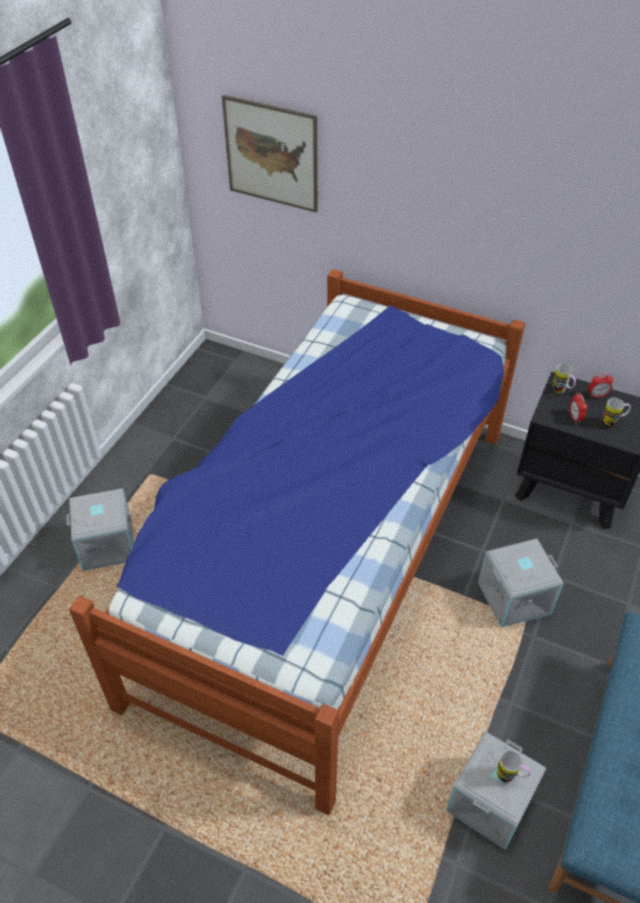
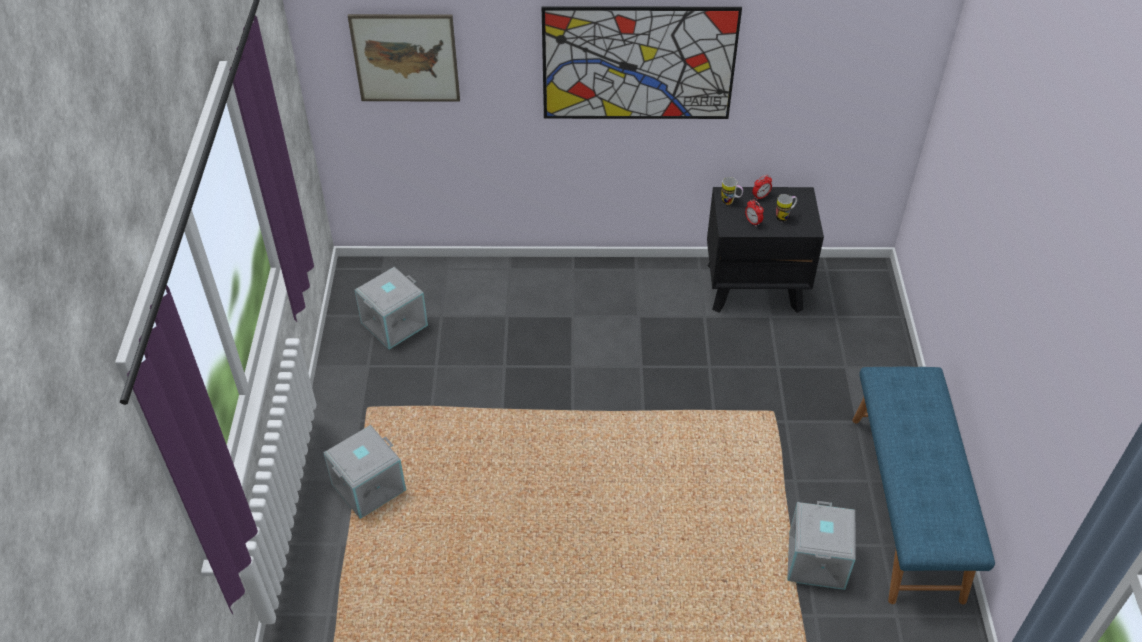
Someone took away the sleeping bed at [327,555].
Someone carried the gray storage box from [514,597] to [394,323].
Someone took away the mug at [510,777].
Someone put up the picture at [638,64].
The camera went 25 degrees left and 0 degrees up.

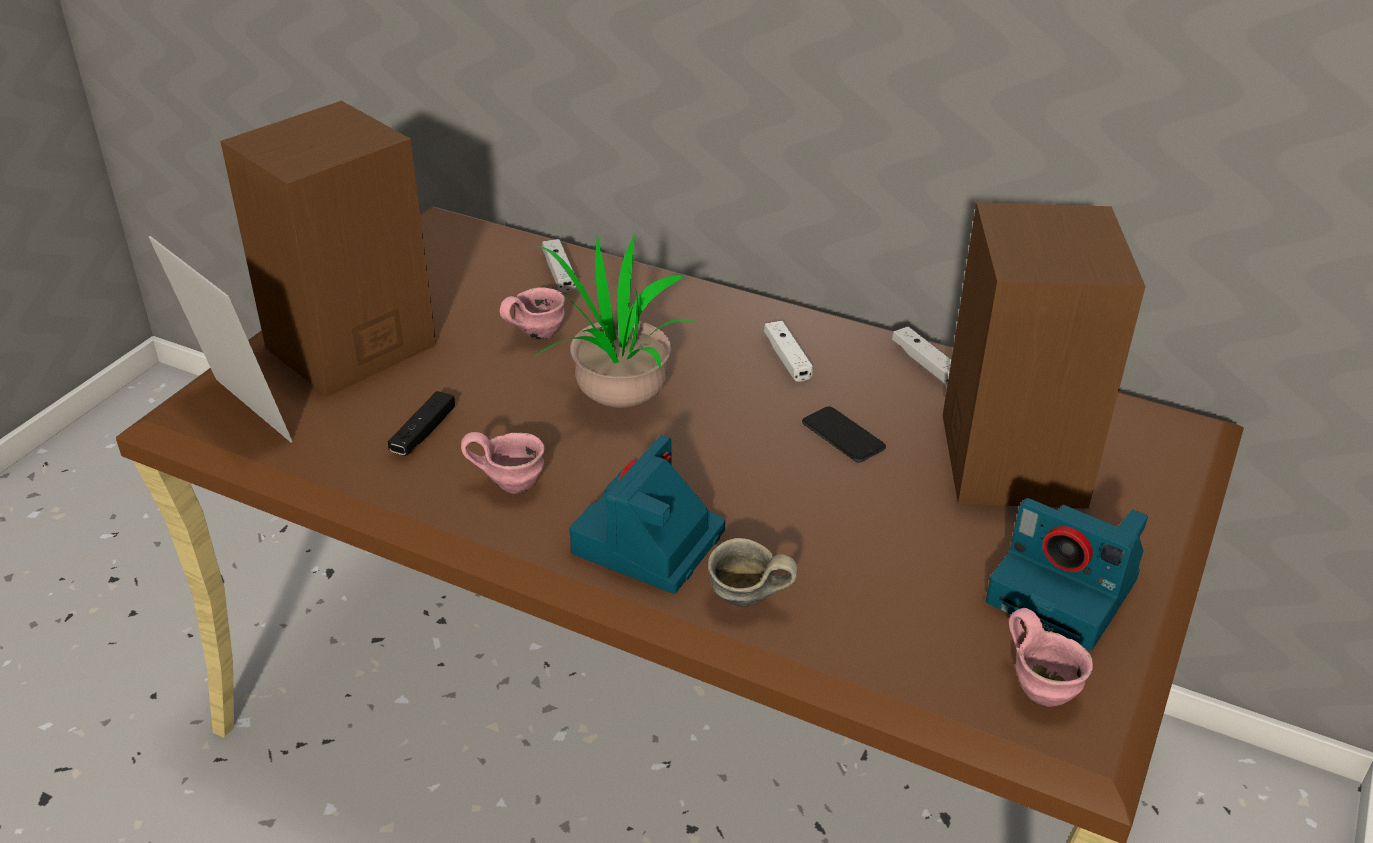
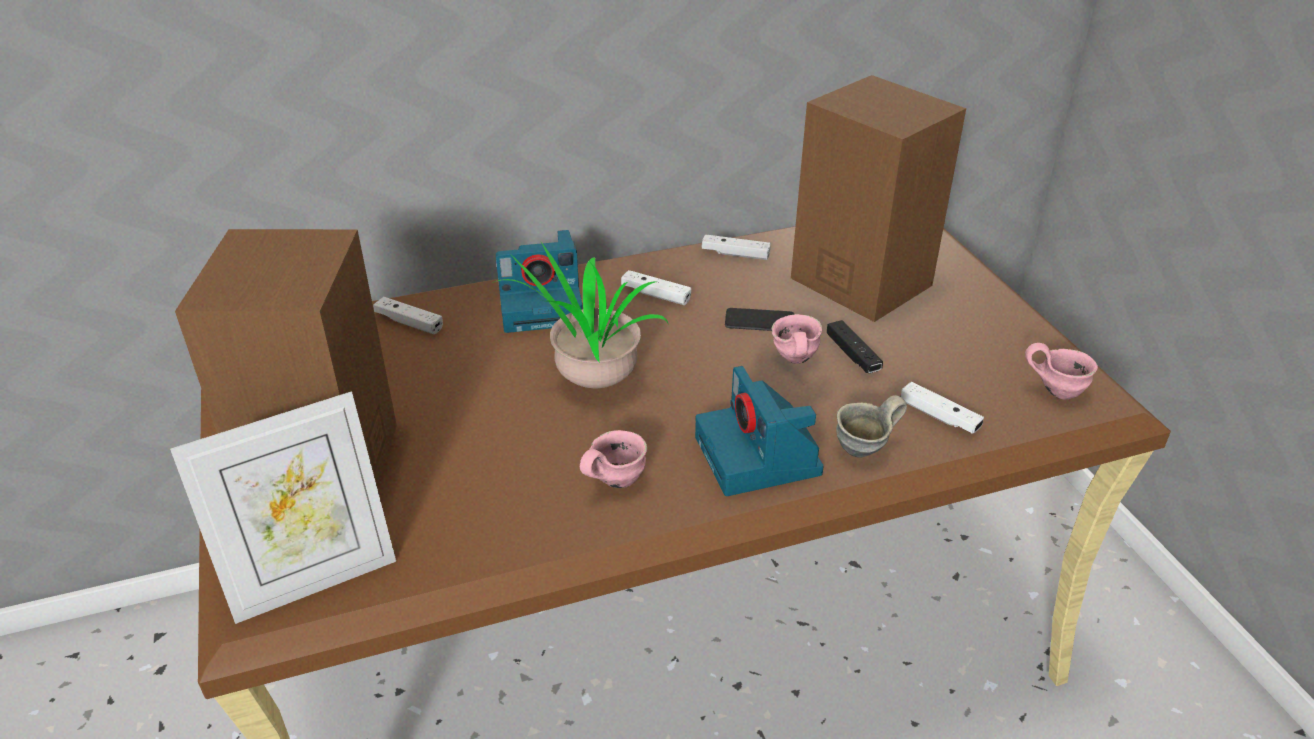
Someone rotated the photo frame at [239,416] by 150 degrees clockwise.
Someone carried the black-coloured game controller from [423,433] to [852,355].
Someone carried the pink-coloured mug from [534,334] to [792,361].
Someone carried the photo camera from [1066,591] to [542,304].
Someone put down the whitish game controller at [939,416].
The camera went 45 degrees left and 0 degrees up.

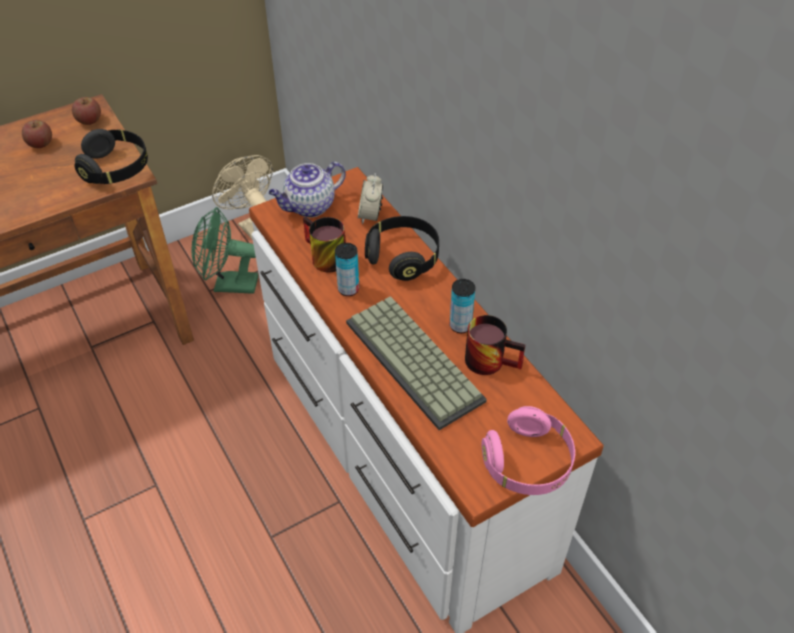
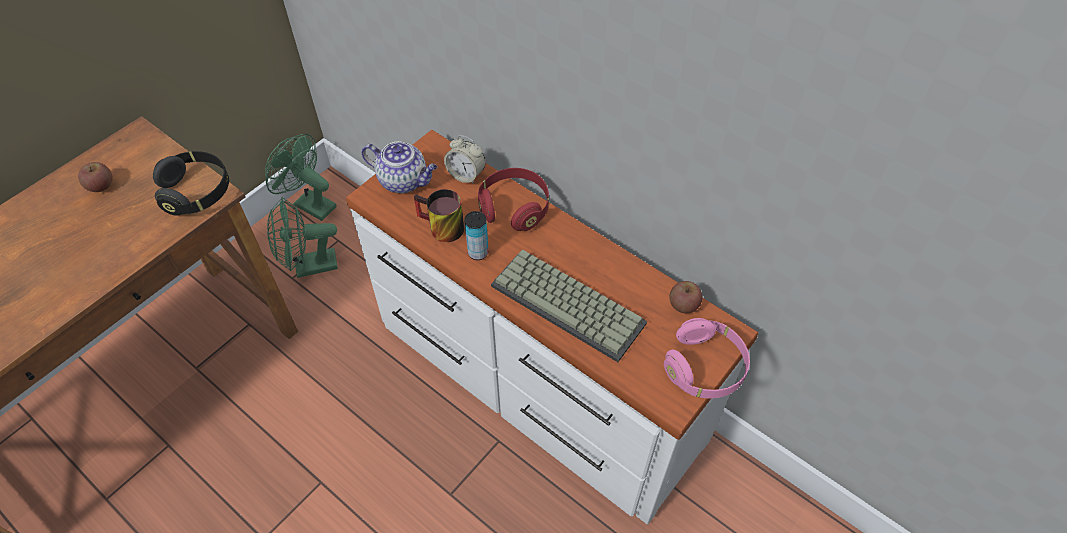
Someone carried the whole apple from [89,120] to [683,304].
Someone repainted the sand-coloured electric fan at [253,228], which became the green-coloured electric fan at [309,204].
Someone rotated the pot for tea at [309,207] by 105 degrees counterclockwise.
Someone rotated the bedside clock at [370,215] by 45 degrees counterclockwise.
Someone repainted the black-coloured headphones at [403,257], which became the reddish headphones at [514,208].
Someone took away the can at [460,325].
Someone took away the mug at [491,359].
The camera went 20 degrees left and 5 degrees up.

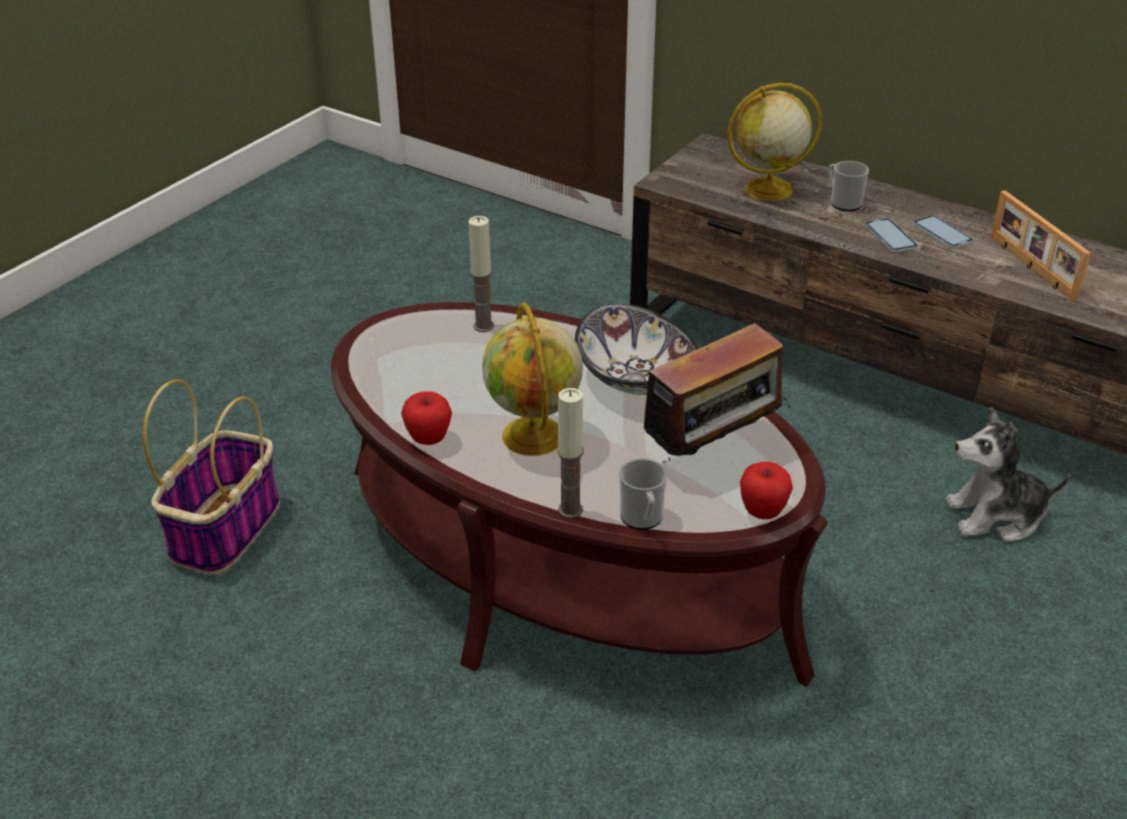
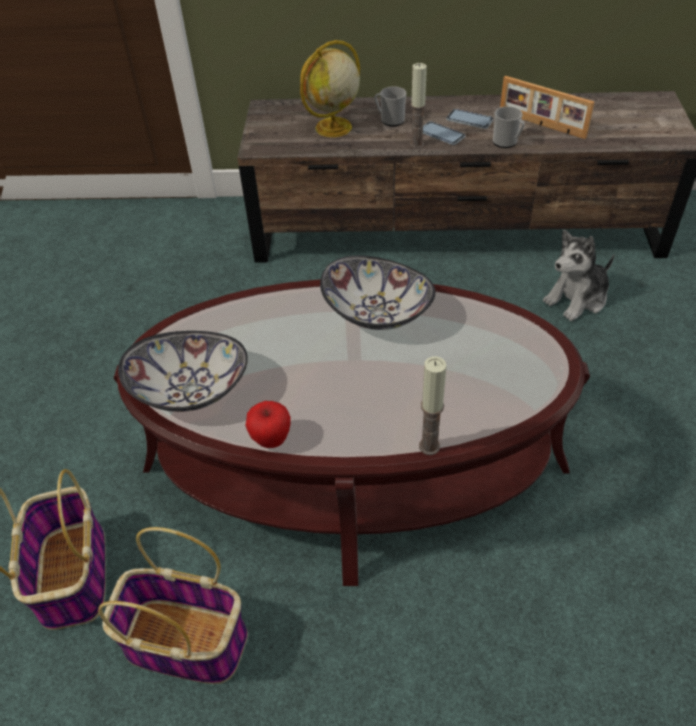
Someone carried the wax light from [483,326] to [417,144].
Someone took away the world globe at [534,437].
Someone carried the mug from [642,519] to [507,142].
Someone took away the radio at [713,451].
Someone took away the whole apple at [763,512].
Someone put down the basket at [183,642].
Someone put down the serving bowl at [190,391].
The camera went 30 degrees left and 10 degrees up.

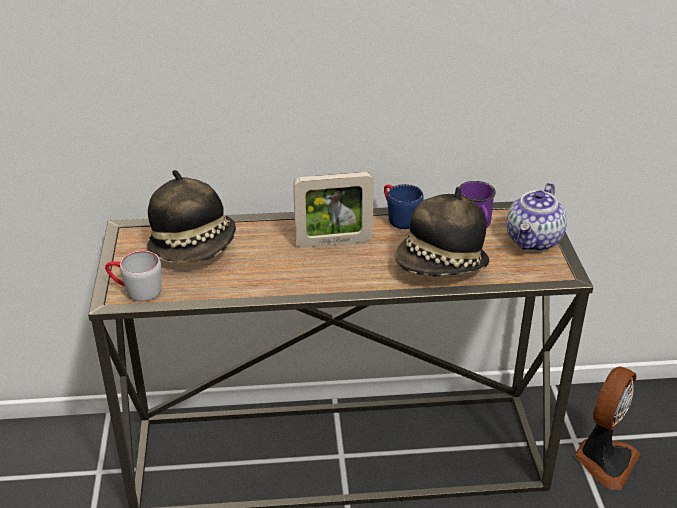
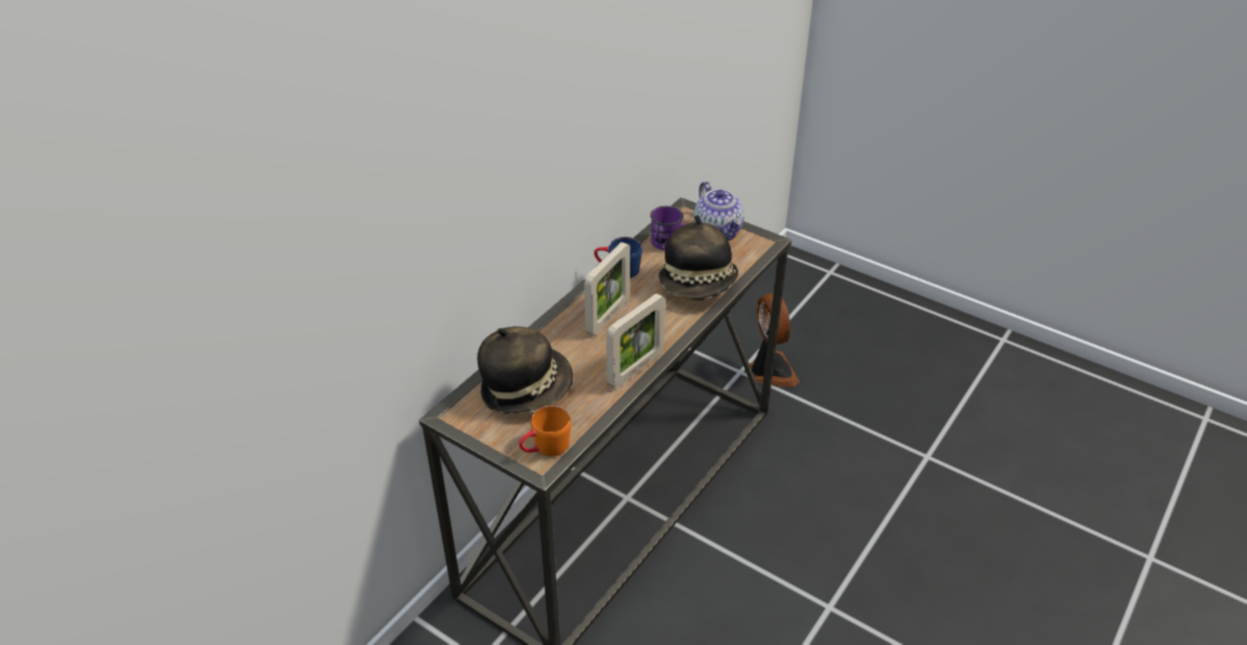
Someone repainted the gray mug at [135,290], which became the orangey mug at [545,448].
Someone put down the photo frame at [635,369].
The camera went 50 degrees left and 5 degrees up.

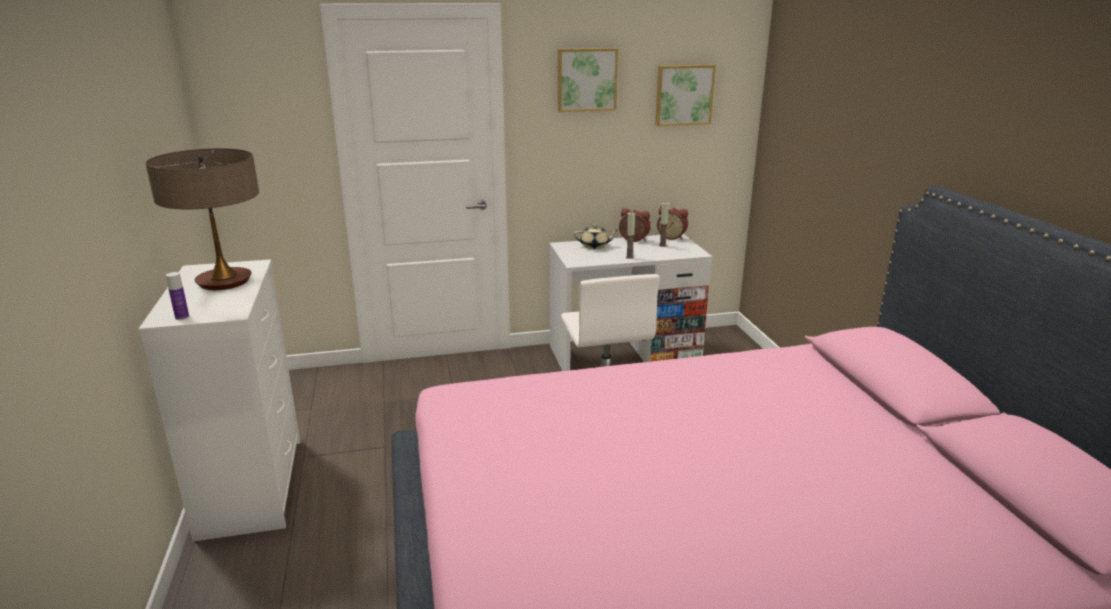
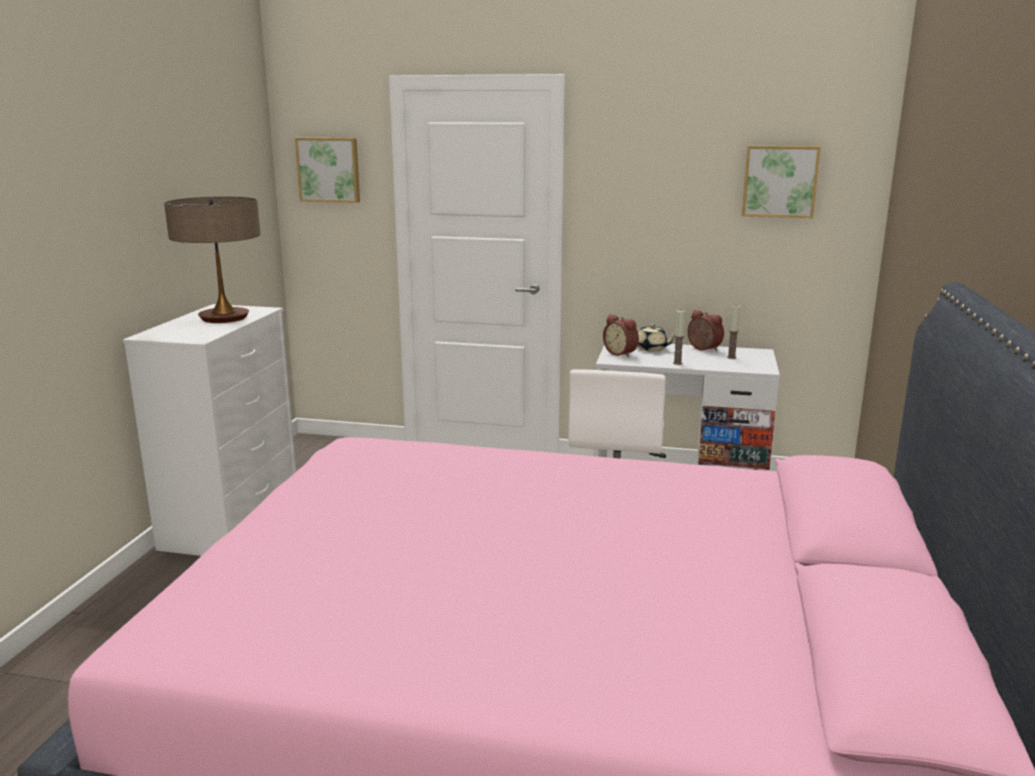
Someone took away the bottle at [182,317].
Someone carried the picture from [586,79] to [329,169].
Someone carried the bedside clock from [672,237] to [621,353].
The camera went 25 degrees right and 5 degrees down.

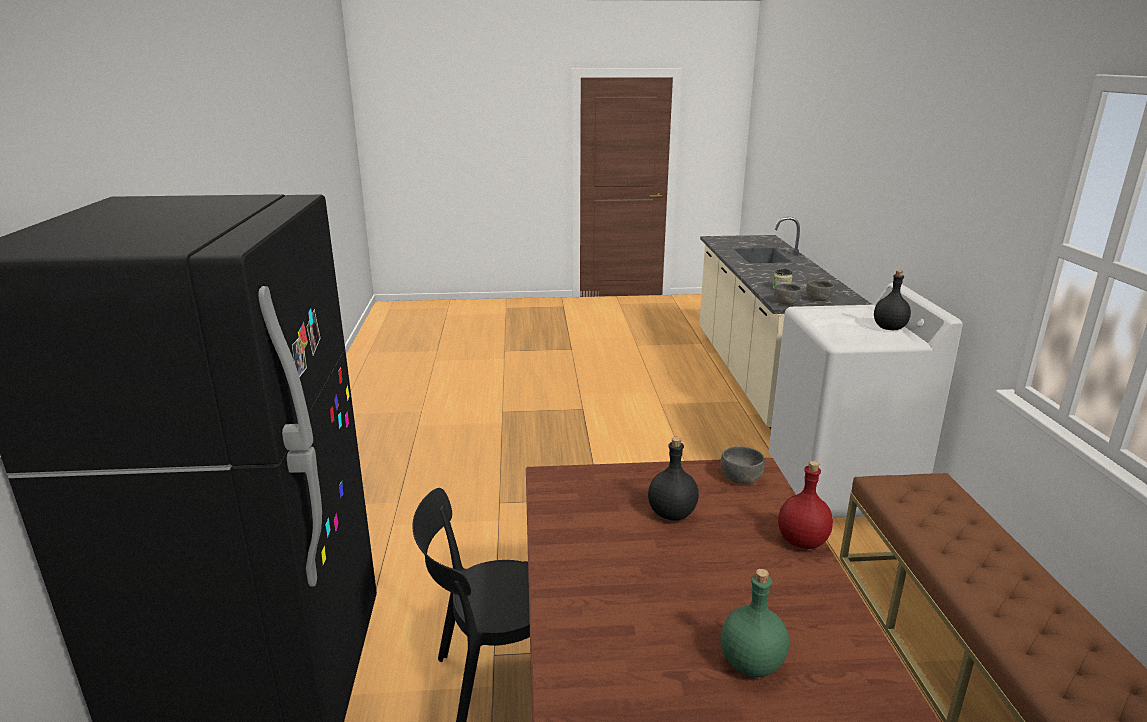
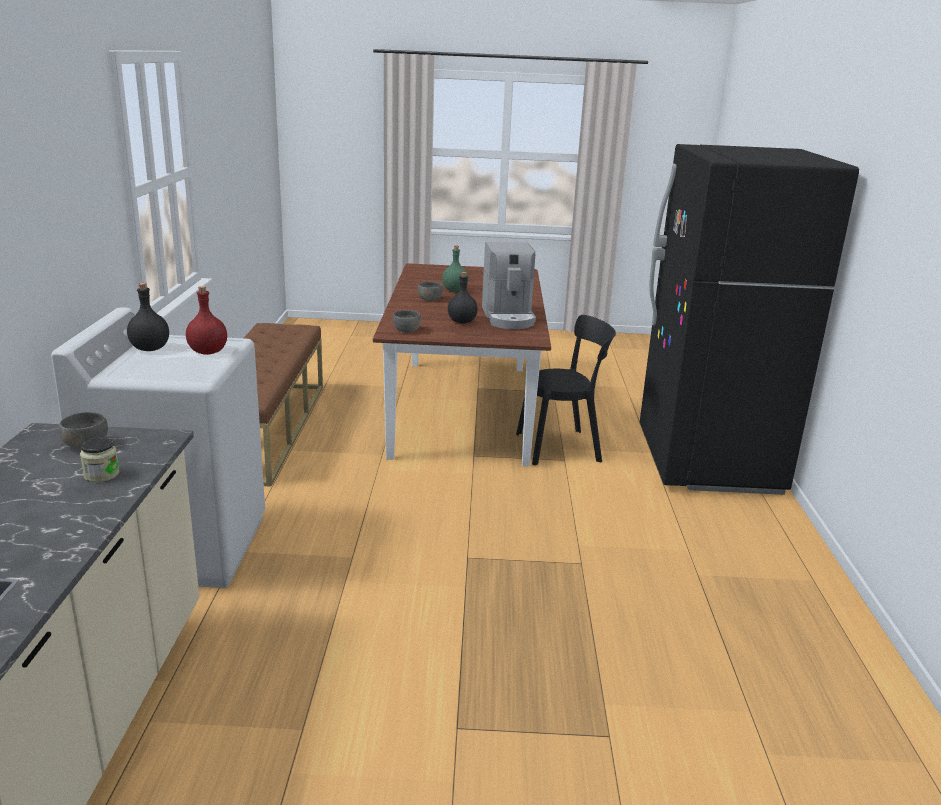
Someone carried the gray serving bowl from [786,302] to [430,299].
Someone carried the reddish bottle from [803,542] to [207,352].
Someone put down the coffee brewer at [508,317].
The camera went 175 degrees left and 0 degrees up.

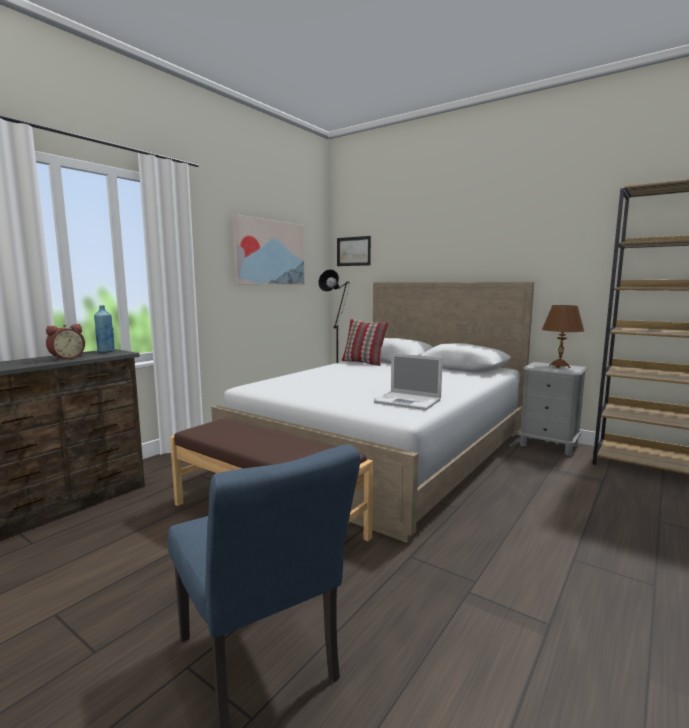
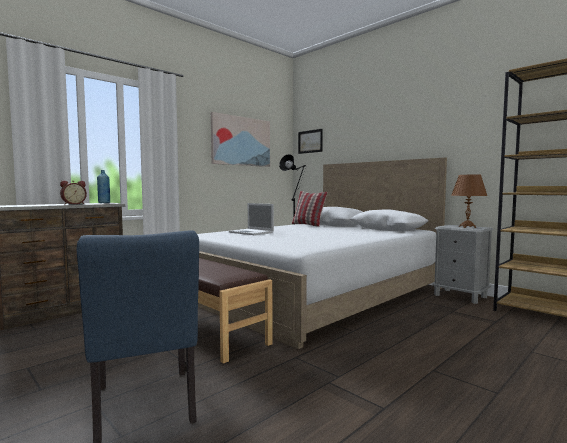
Someone carried the notebook computer from [409,401] to [252,232].
The camera went 10 degrees right and 5 degrees down.

